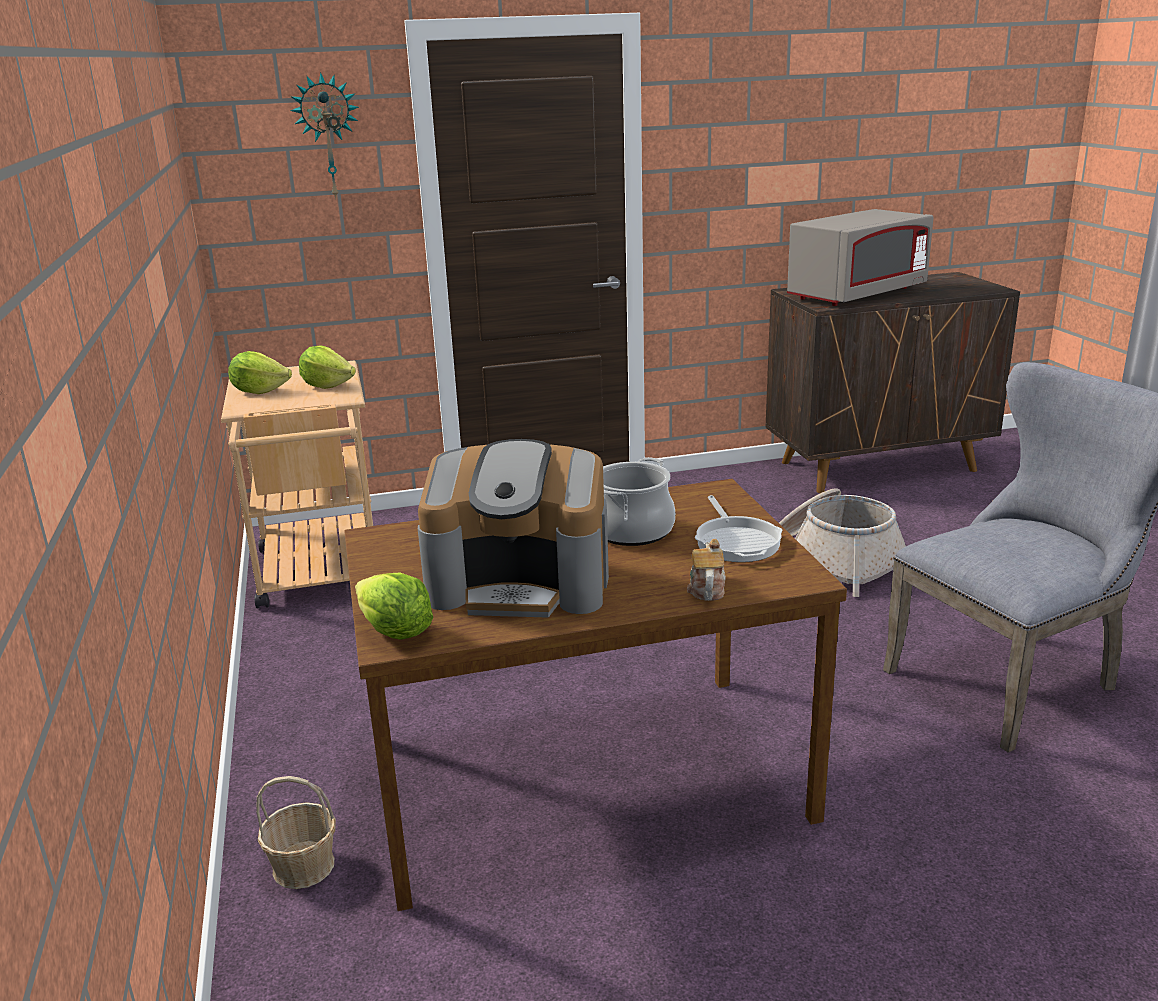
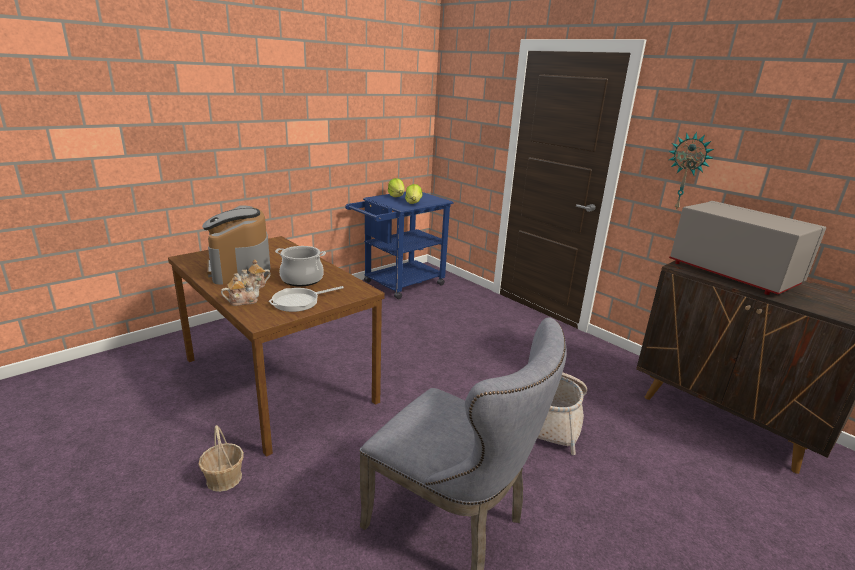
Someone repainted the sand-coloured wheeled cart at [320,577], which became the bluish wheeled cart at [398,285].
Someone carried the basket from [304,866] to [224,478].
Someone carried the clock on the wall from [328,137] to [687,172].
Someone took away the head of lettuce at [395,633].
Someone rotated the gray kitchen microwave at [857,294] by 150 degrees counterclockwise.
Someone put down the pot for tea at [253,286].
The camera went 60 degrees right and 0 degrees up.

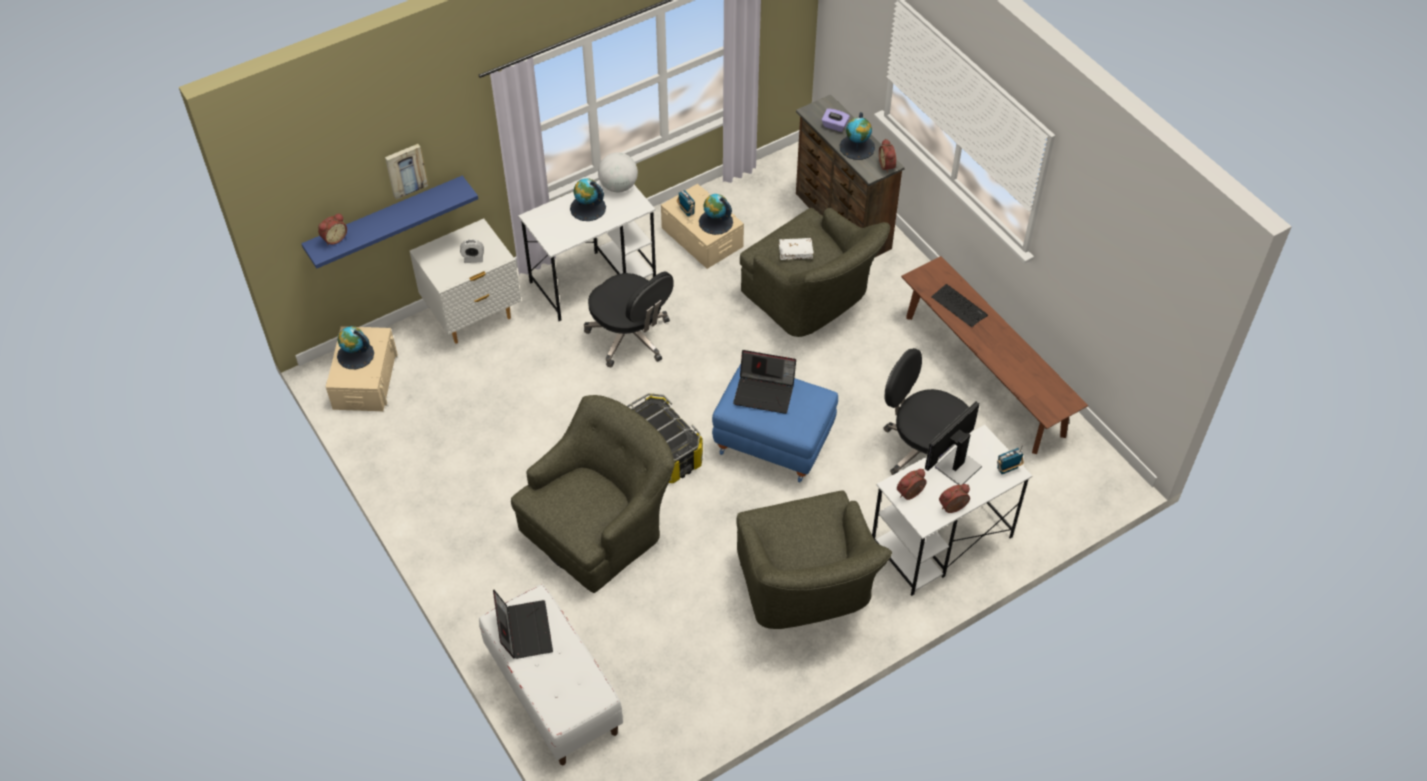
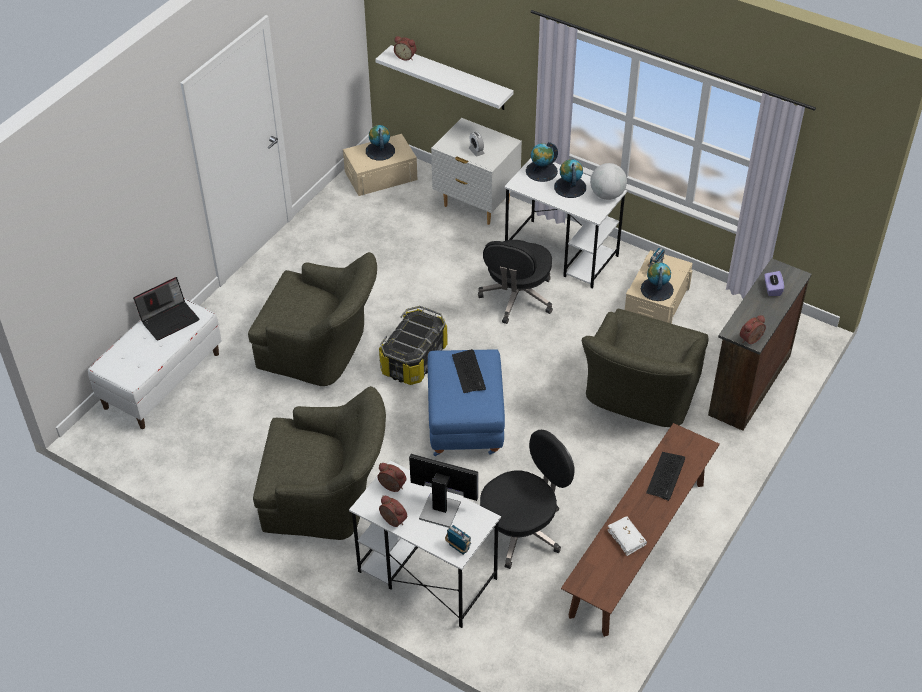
Someone repainted the bluish wall shelf at [386,220], which became the whitish wall shelf at [451,78].
Someone took away the picture at [405,170].
Someone swapped the notebook computer at [765,392] for the PC keyboard at [469,372].
Someone rotated the green-coloured armchair at [806,589] by 135 degrees counterclockwise.
Someone carried the whitish bound book from [795,251] to [626,538].
Someone carried the world globe from [857,147] to [541,171].
Someone rotated the black-coloured desk chair at [923,449] by 45 degrees clockwise.
The camera went 65 degrees right and 5 degrees down.

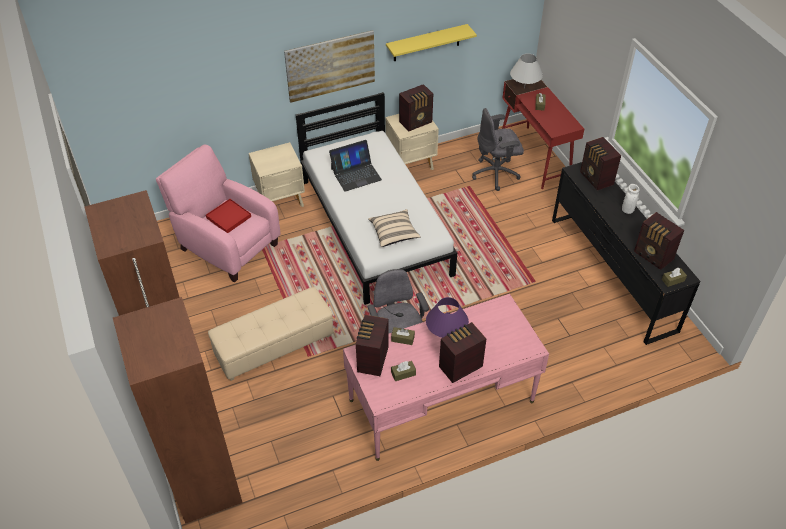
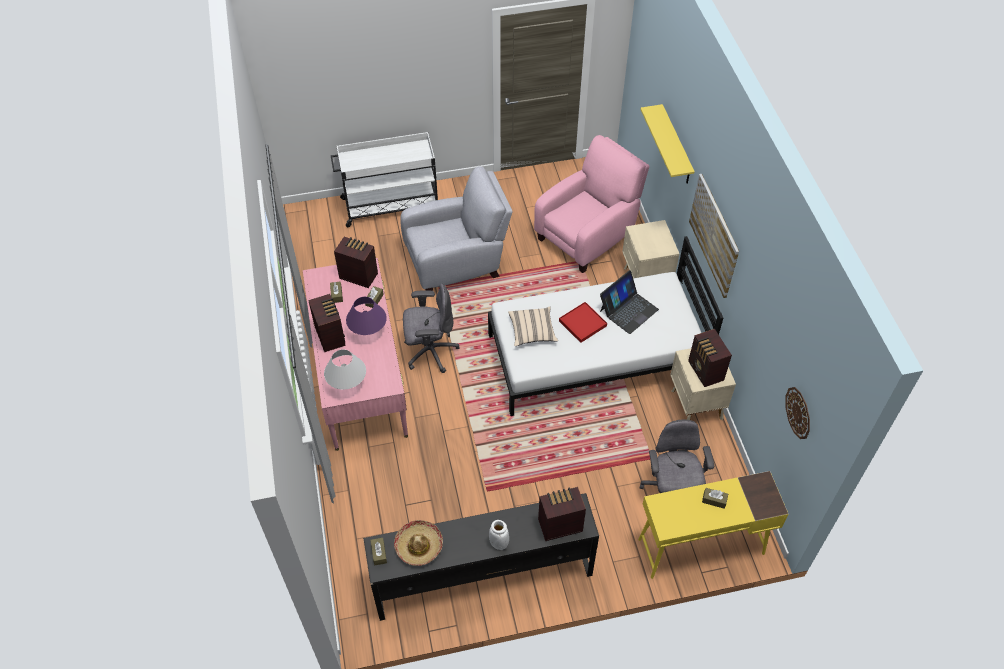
Someone swapped the brownish clothes cupboard at [188,425] for the whitish wheeled cart at [390,205].
Someone carried the reddish carrying tray from [229,217] to [582,323].
Someone swapped the sand-coloured footrest at [274,344] for the gray armchair at [457,263].
Someone rotated the notebook computer at [356,174] by 120 degrees counterclockwise.
Someone carried the yellow-coloured wall shelf from [426,43] to [676,146].
Someone repainted the reddish desk unit at [535,157], which became the yellow-coloured desk unit at [700,546].
Someone carried the whitish tabletop lamp from [524,88] to [347,384].
Someone swapped the radio at [653,256] for the wearable hat at [419,546].
Someone put up the clock on the wall at [798,412].
The camera went 100 degrees right and 5 degrees up.

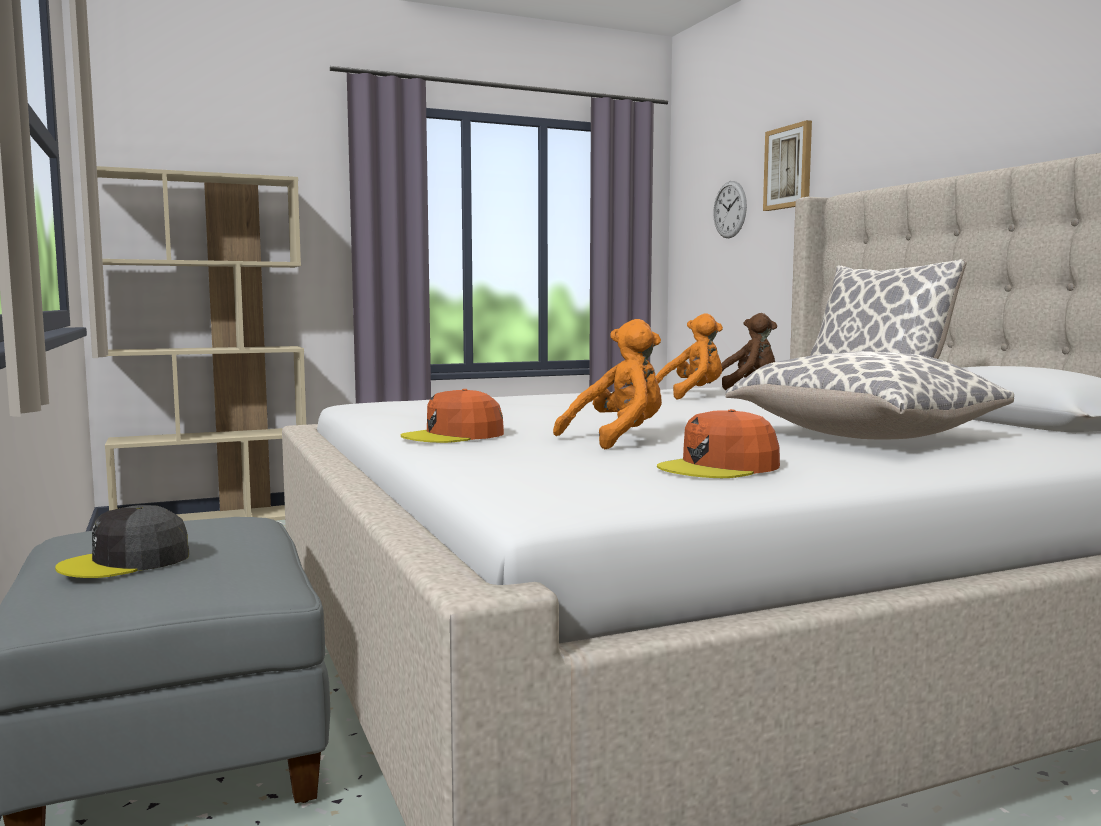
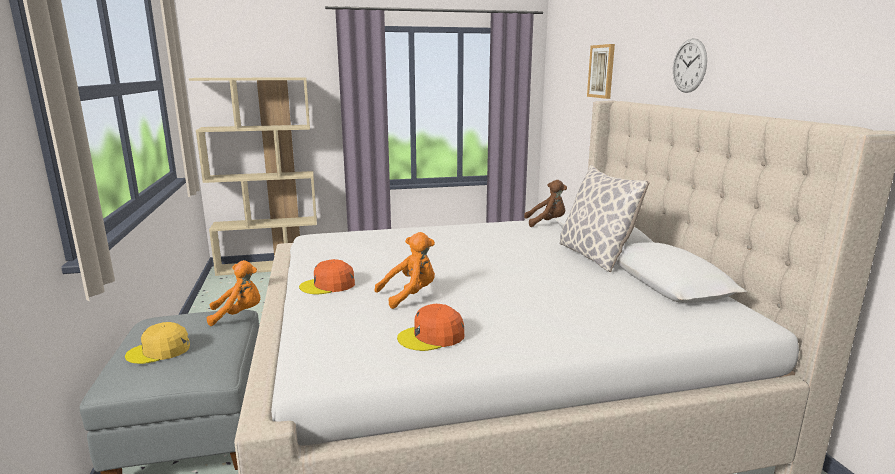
Someone repainted the gray cap at [127,561], which became the yellow-coloured cap at [159,351].
Someone carried the orangey cuddly toy from [691,395] to [239,315].
Someone carried the clock on the wall from [730,209] to [689,65].
Someone took away the cushion at [864,437].
The camera went 10 degrees right and 10 degrees up.

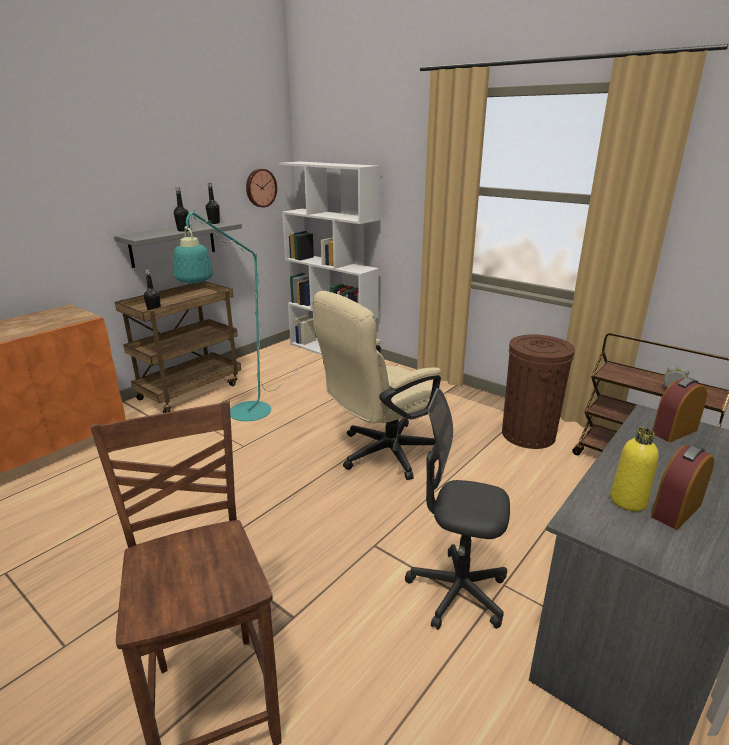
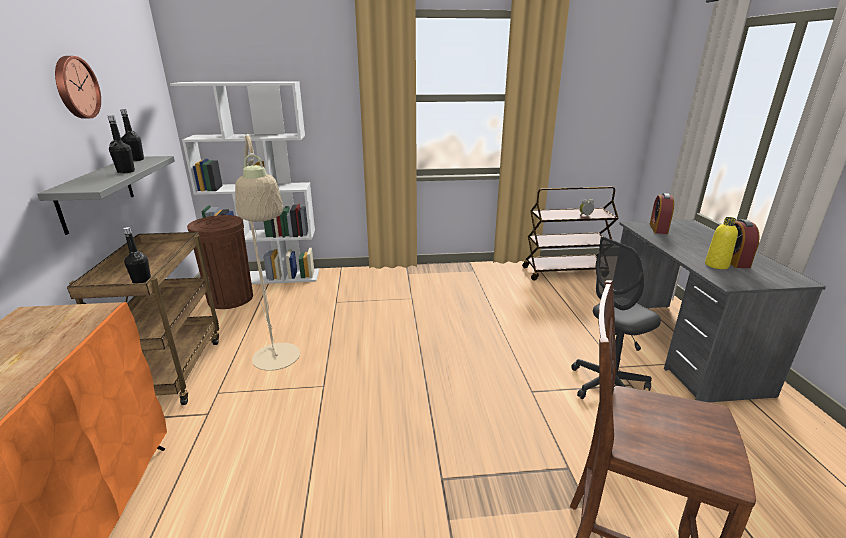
Someone repainted the turquoise-coloured standard lamp at [244,416], which became the sand-coloured standard lamp at [279,363].
Someone carried the clock on the wall from [260,188] to [75,87].
Someone took away the sand-coloured desk chair at [381,454].
Someone carried the brownish rubbish bin from [528,434] to [230,298].
The camera went 45 degrees left and 0 degrees up.

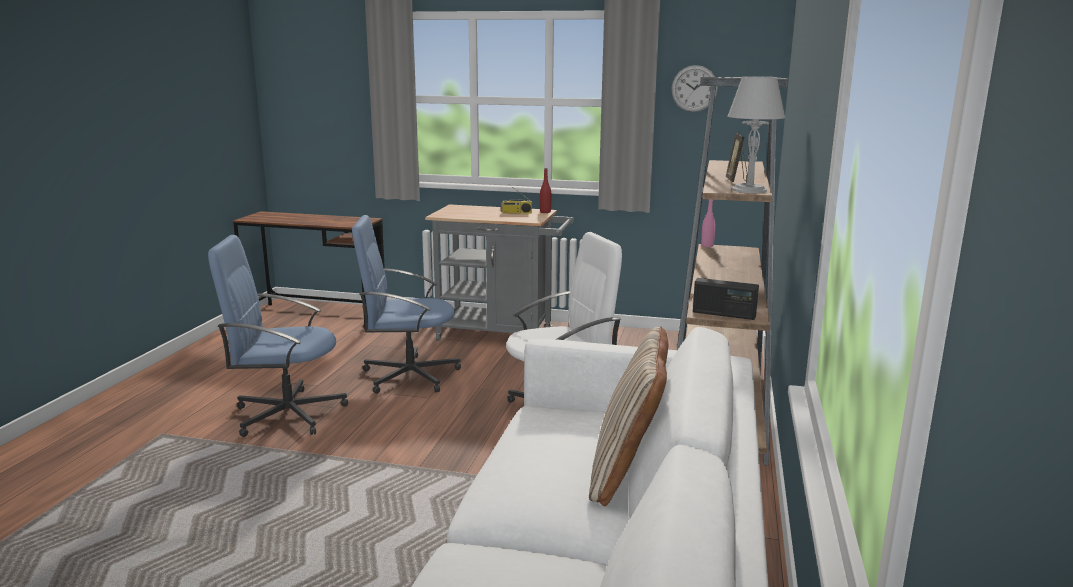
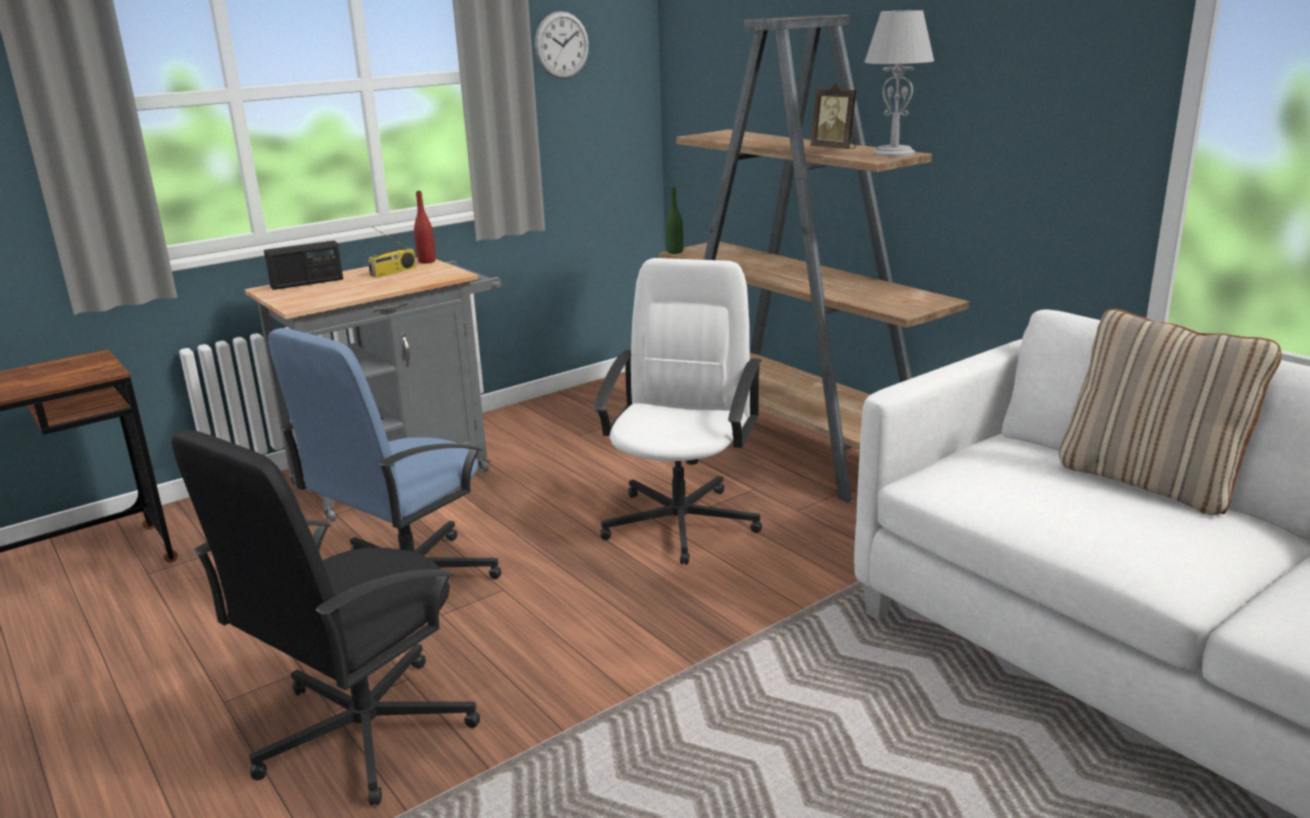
Someone repainted the bluish desk chair at [287,414], which became the black-coloured desk chair at [362,731].
Someone carried the radio from [724,314] to [307,283].
Someone repainted the pink-coloured bottle at [707,246], which became the green-coloured bottle at [675,252].
The camera went 50 degrees left and 5 degrees up.

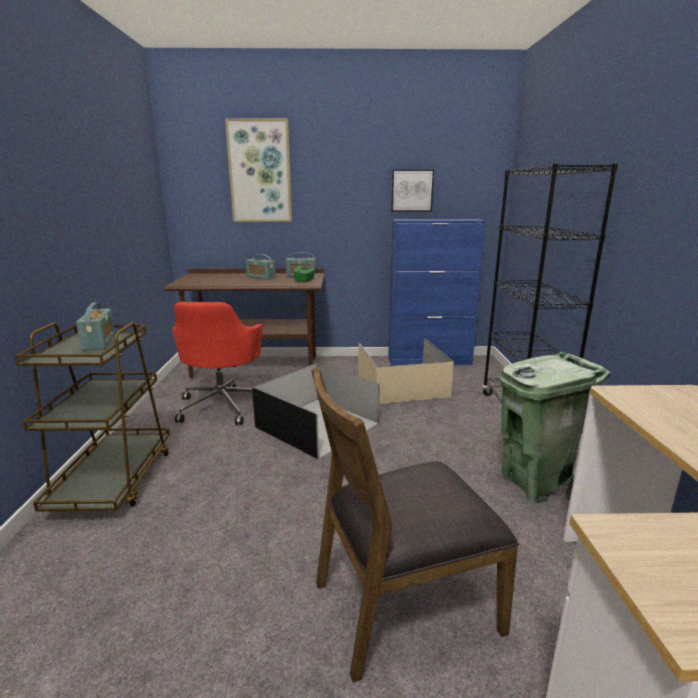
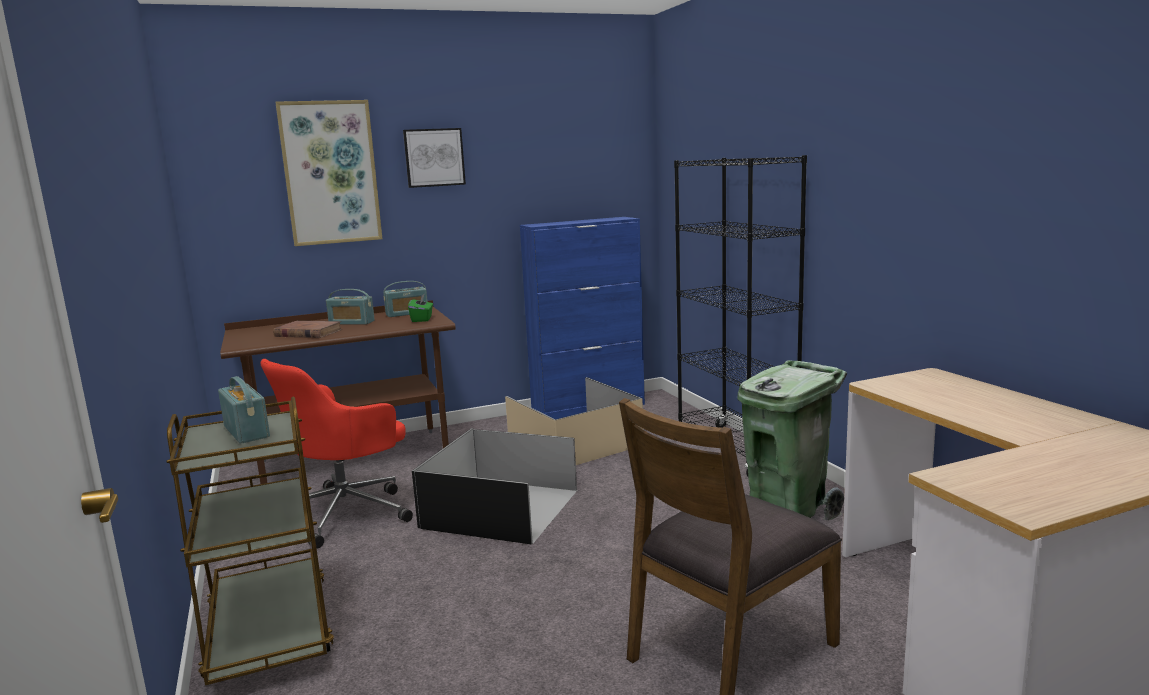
Someone rotated the reddish desk chair at [223,405] by 60 degrees clockwise.
Someone carried the picture from [412,190] to [434,157].
Someone put down the brownish bound book at [308,333].
The camera went 20 degrees left and 5 degrees down.

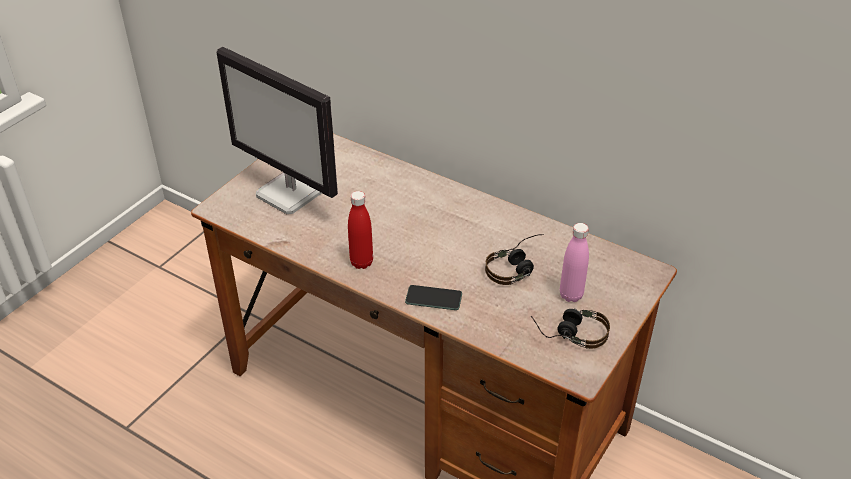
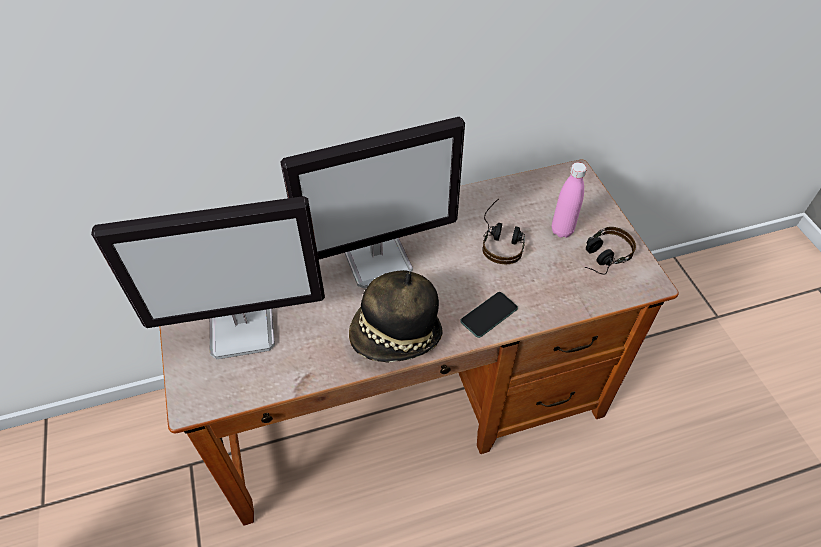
Someone swapped the reddish bottle at [361,262] for the wearable hat at [396,335].
Someone put down the computer display at [379,260].
The camera went 50 degrees left and 10 degrees up.

